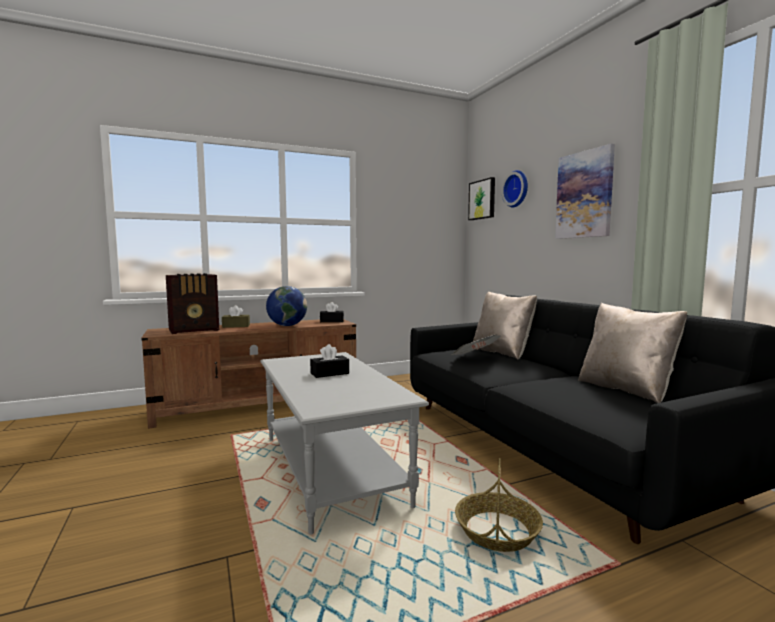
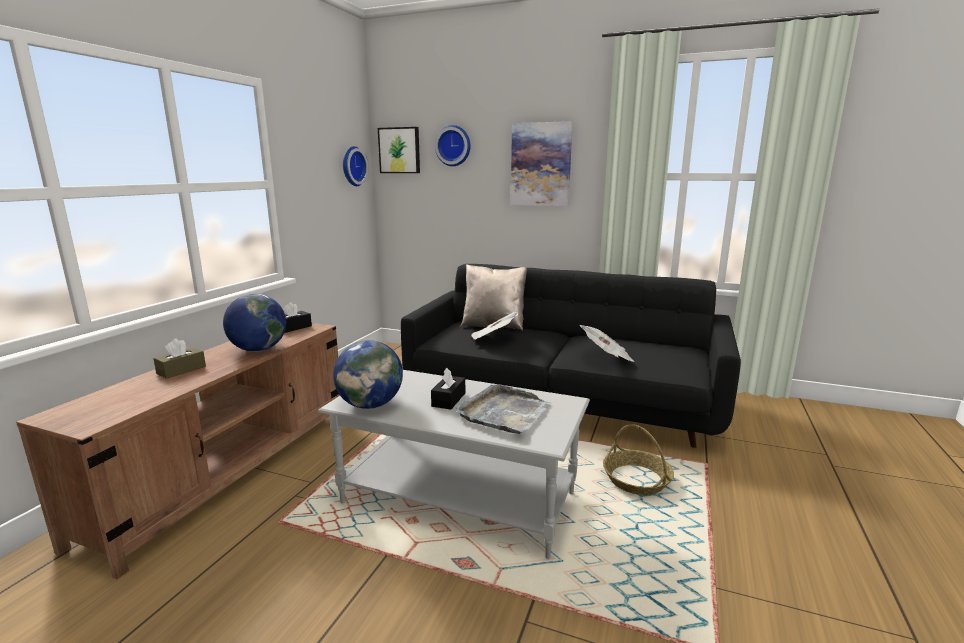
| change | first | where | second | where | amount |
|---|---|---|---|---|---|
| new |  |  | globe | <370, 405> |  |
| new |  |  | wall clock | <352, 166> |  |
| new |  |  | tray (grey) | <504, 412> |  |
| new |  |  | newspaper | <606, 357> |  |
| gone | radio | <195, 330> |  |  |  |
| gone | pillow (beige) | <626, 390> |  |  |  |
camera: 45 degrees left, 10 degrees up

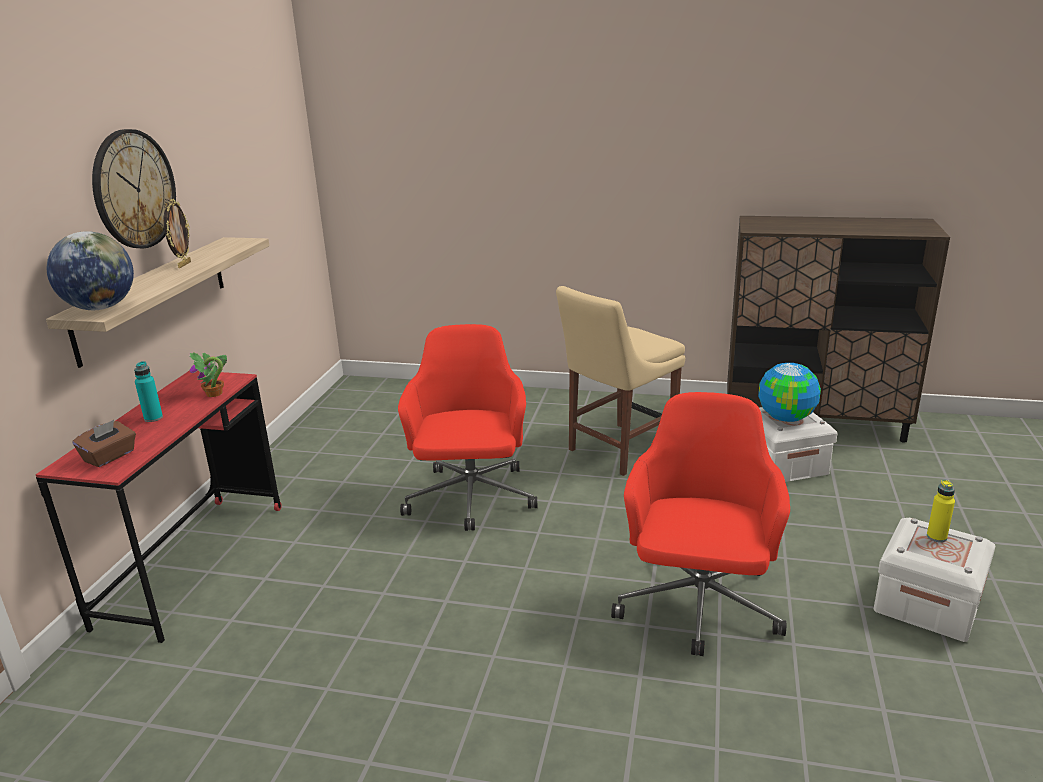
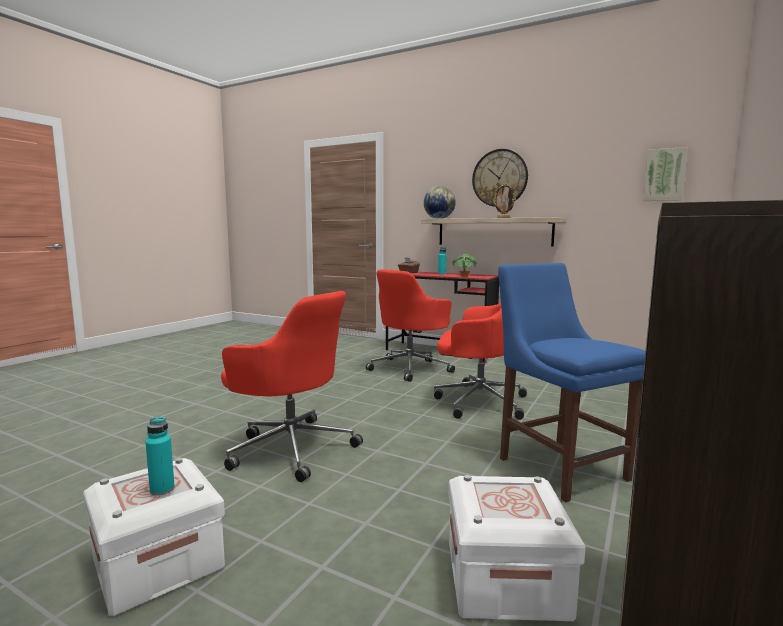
| change | first | where | second | where | amount |
|---|---|---|---|---|---|
| repainted | bottle (yellow) | <936, 537> | bottle (turquoise) | <162, 489> |  |
| new |  |  | office chair (red) | <410, 368> |  |
| repainted | chair (beige) | <617, 450> | chair (blue) | <558, 466> |  |
| new |  |  | picture | <664, 175> |  |
| gone | globe | <785, 417> |  |  |  |
camera: 105 degrees right, 15 degrees down

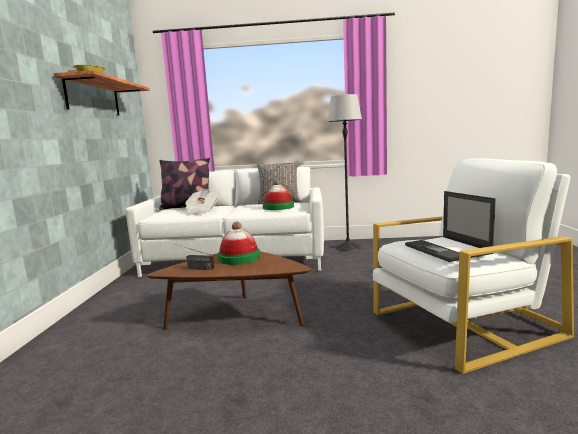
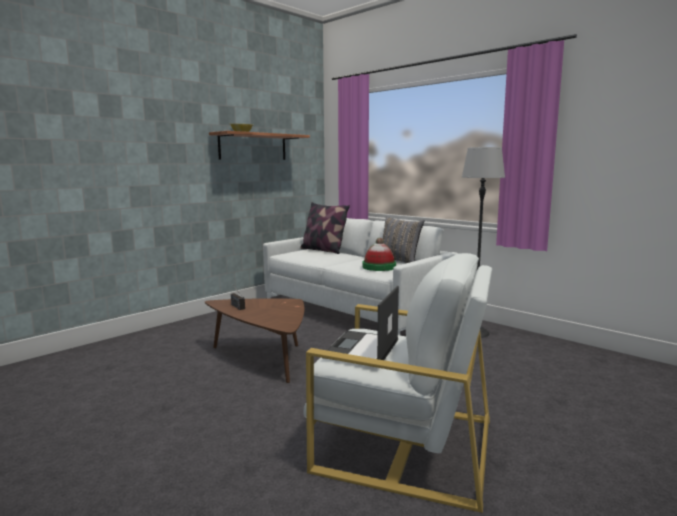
| change | first | where | second | where | amount |
|---|---|---|---|---|---|
| gone | newspaper | <201, 211> |  |  |  |
| gone | hat | <239, 258> |  |  |  |
camera: 40 degrees right, 0 degrees up

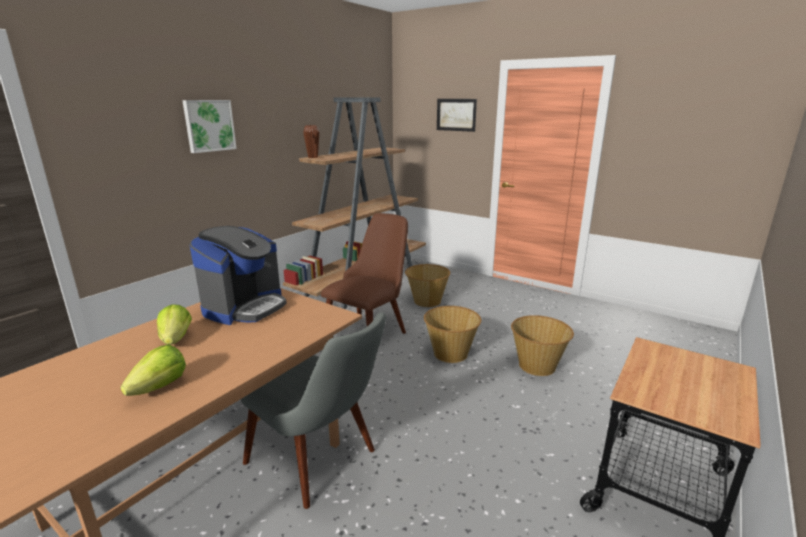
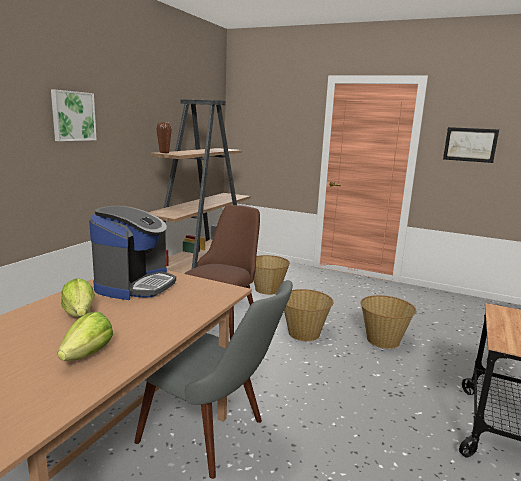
| change | first | where | second | where | amount |
|---|---|---|---|---|---|
| shifted | picture | <456, 115> |  | <470, 144> |  |
camera: 10 degrees left, 5 degrees down

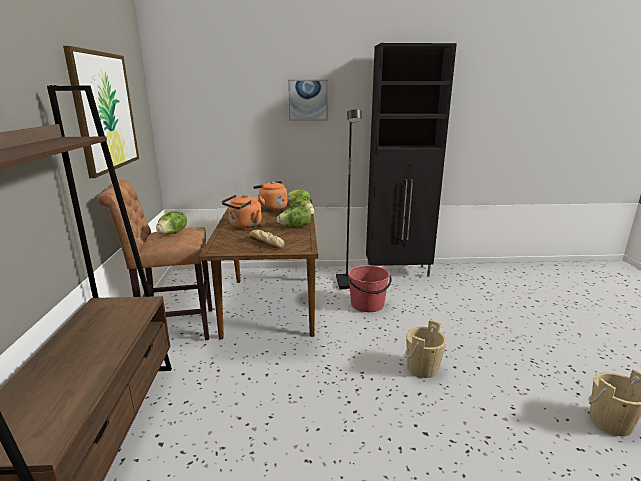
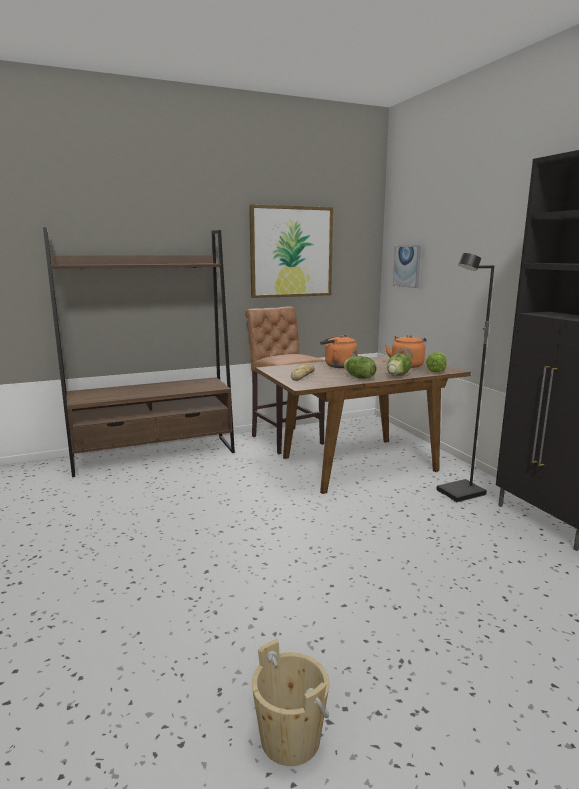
| change | first | where | second | where | amount |
|---|---|---|---|---|---|
| shifted | picture | <308, 100> |  | <407, 266> |  |
| gone | lettuce | <173, 233> |  |  |  |
| gone | bucket (red) | <367, 304> |  |  |  |
| gone | bucket (beige) | <422, 368> |  |  |  |
camera: 70 degrees right, 5 degrees down

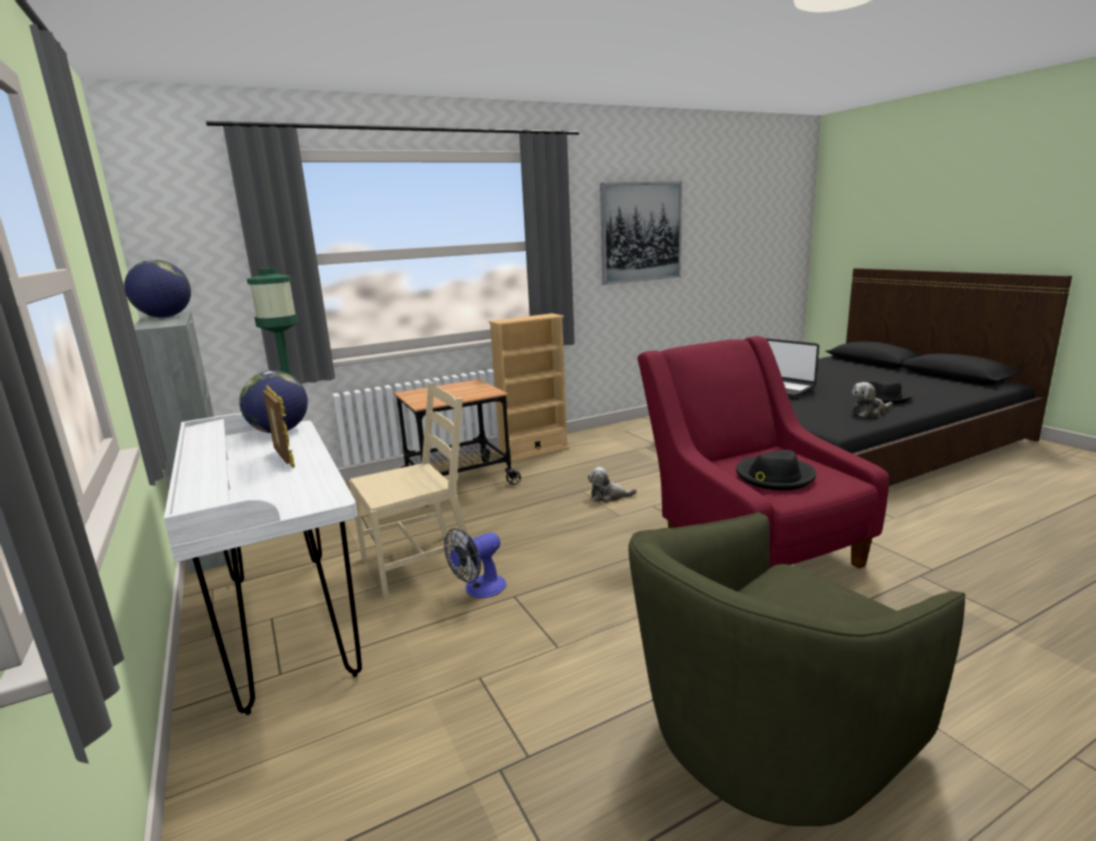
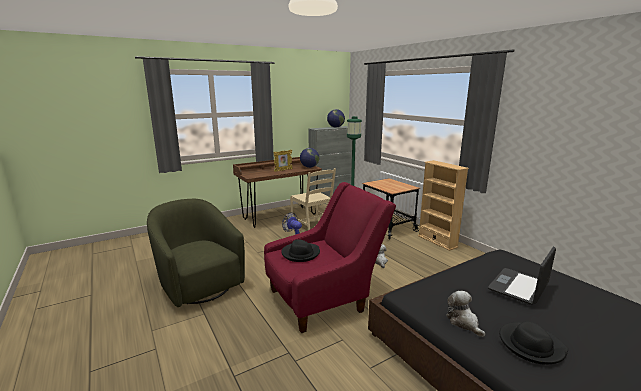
| change | first | where | second | where | amount |
|---|---|---|---|---|---|
| repainted | desk (white) | <288, 625> | desk (brown) | <280, 216> |  |
| gone | picture | <641, 232> |  |  |  |
camera: 85 degrees right, 0 degrees up

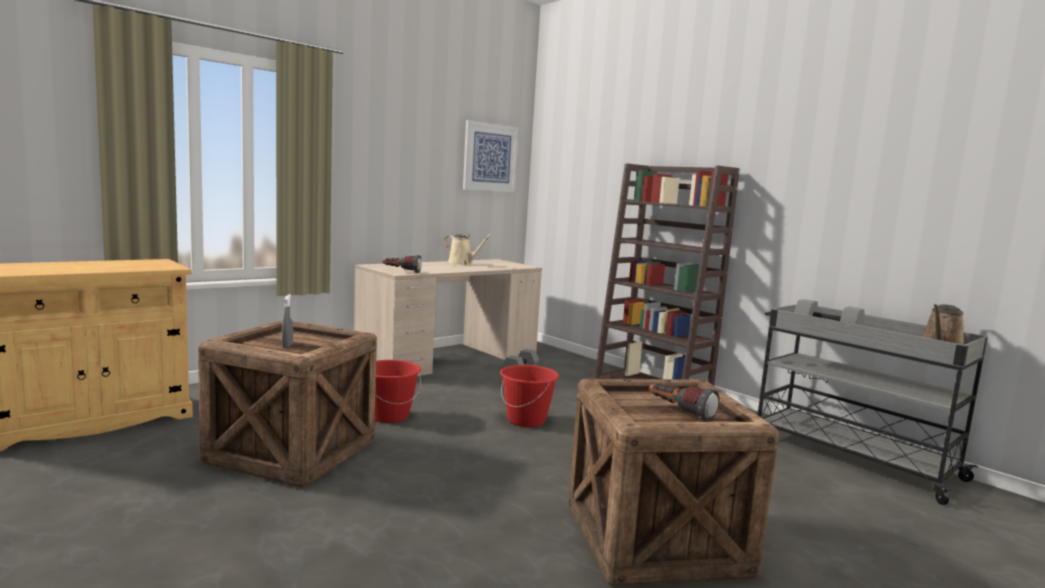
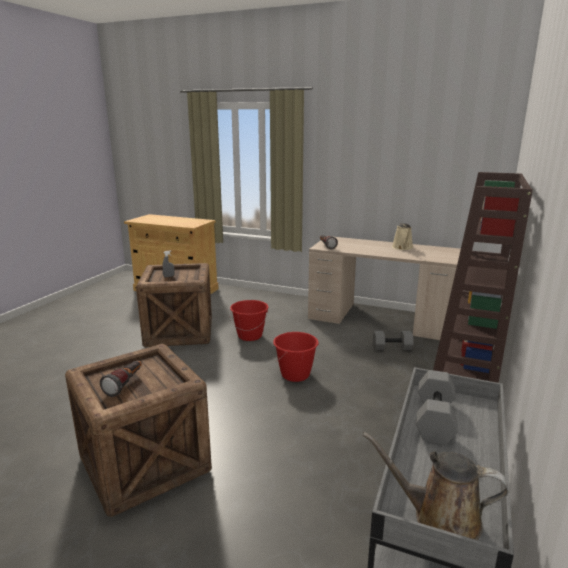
| change | first | where | second | where | amount |
|---|---|---|---|---|---|
| gone | picture | <490, 157> |  |  |  |
camera: 65 degrees right, 10 degrees up

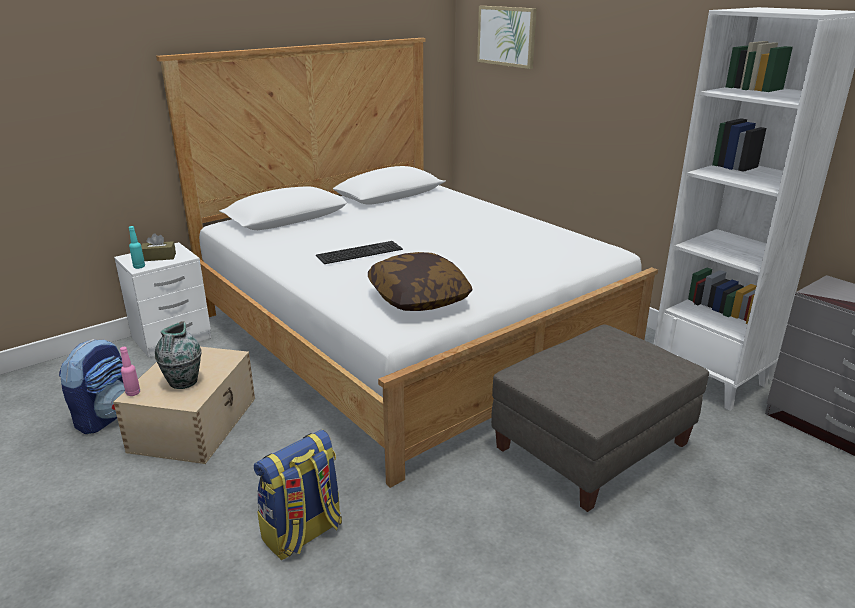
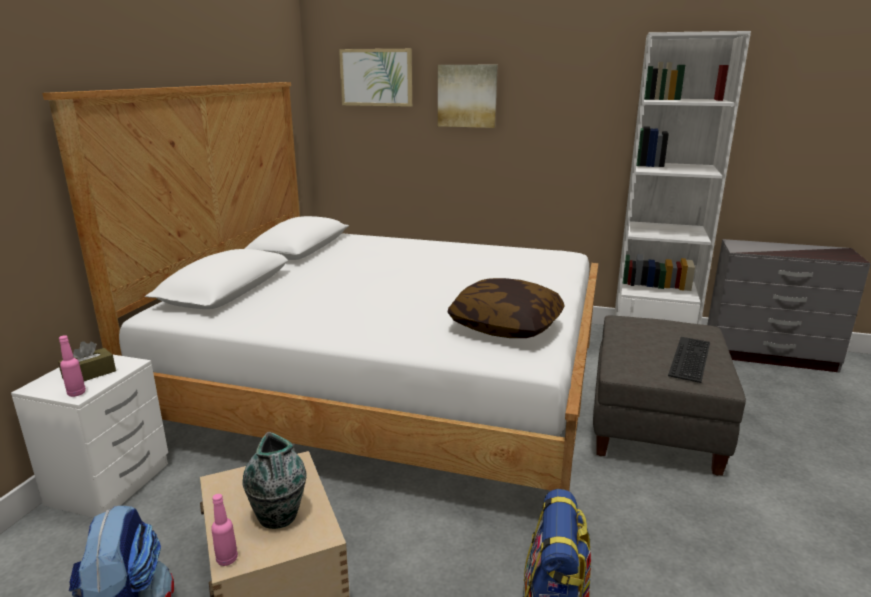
| change | first | where | second | where | amount |
|---|---|---|---|---|---|
| repainted | bottle (turquoise) | <139, 267> | bottle (pink) | <76, 393> |  |
| new |  |  | picture | <467, 96> |  |
| shifted | keyboard | <360, 251> |  | <688, 357> |  |
camera: 35 degrees left, 5 degrees down

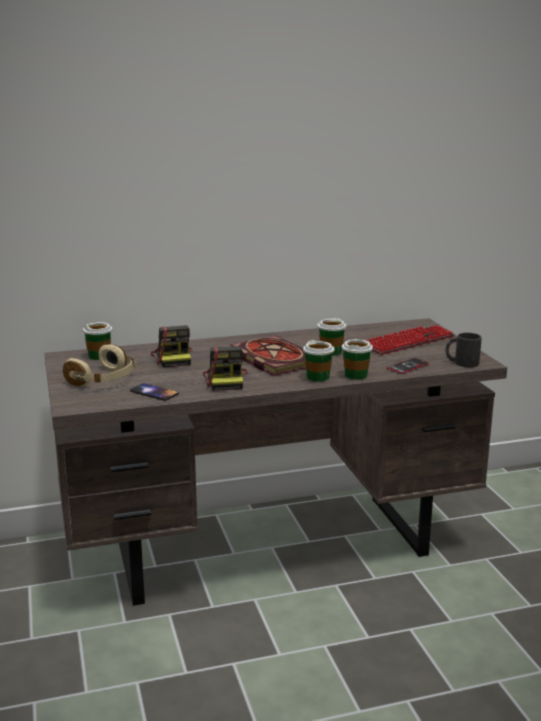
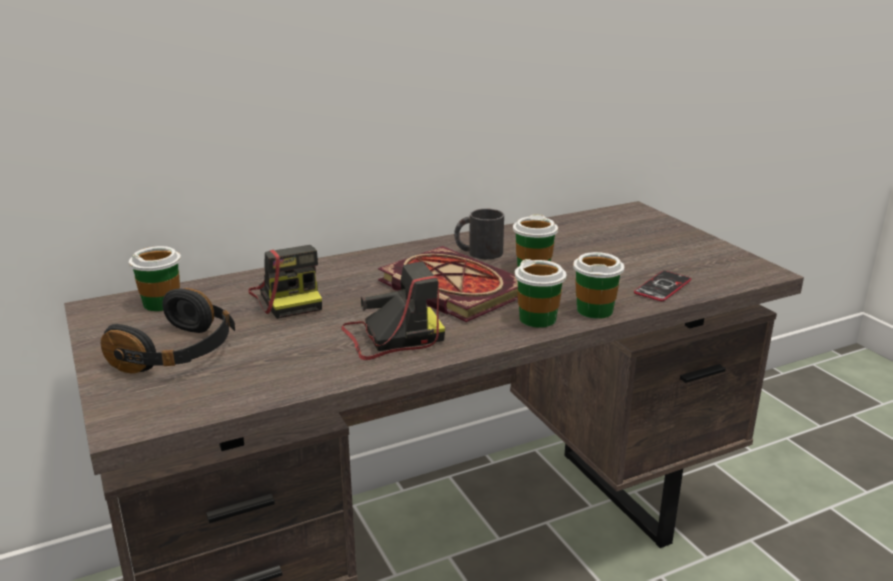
| change | first | where | second | where | amount |
|---|---|---|---|---|---|
| repainted | headphones (beige) | <104, 379> | headphones (black) | <179, 353> |  |
| rotated | photo camera | <226, 380> |  | <391, 337> | 90 degrees counterclockwise |
| shifted | mug (black) | <461, 363> |  | <478, 253> |  |
| gone | phone | <154, 392> |  |  |  |
| gone | keyboard | <408, 342> |  |  |  |
camera: 10 degrees left, 5 degrees up

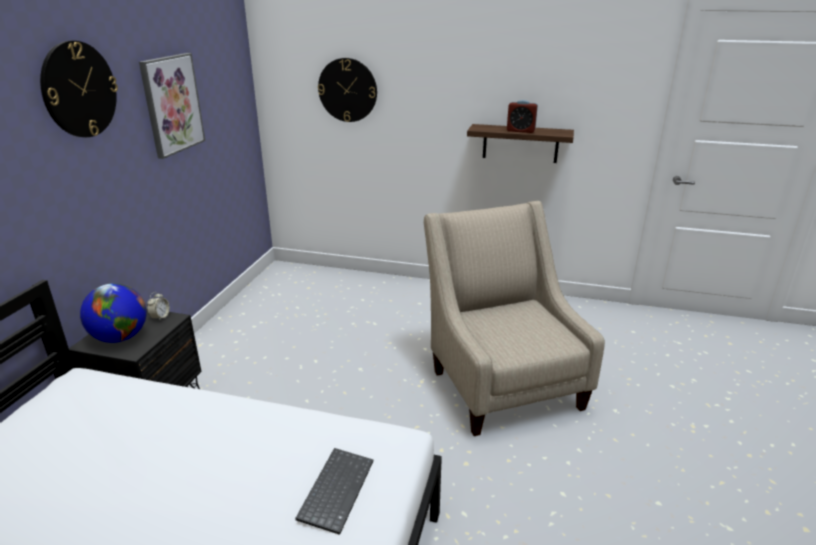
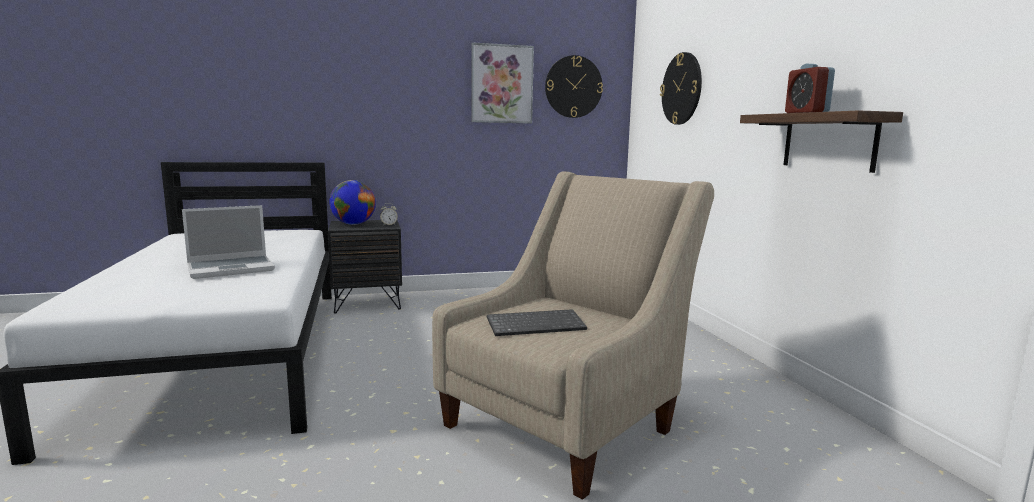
| change | first | where | second | where | amount |
|---|---|---|---|---|---|
| new |  |  | laptop | <232, 268> |  |
| shifted | keyboard | <335, 489> |  | <536, 324> |  |
| shifted | wall clock | <79, 90> |  | <573, 87> |  |
camera: 60 degrees right, 15 degrees down

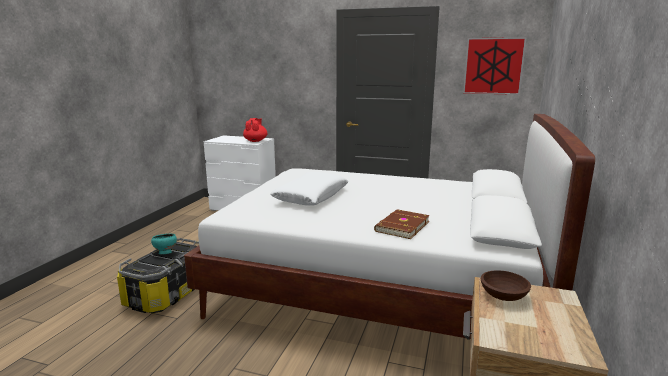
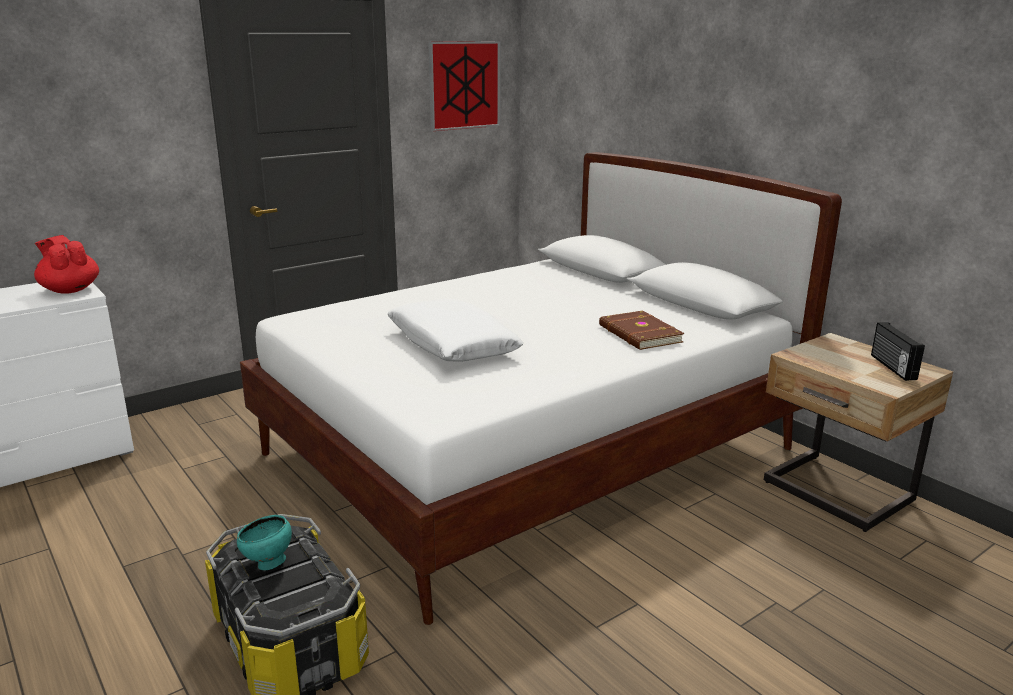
| change | first | where | second | where | amount |
|---|---|---|---|---|---|
| new |  |  | radio | <892, 367> |  |
| gone | bowl (brown) | <504, 296> |  |  |  |
camera: 55 degrees left, 5 degrees up

